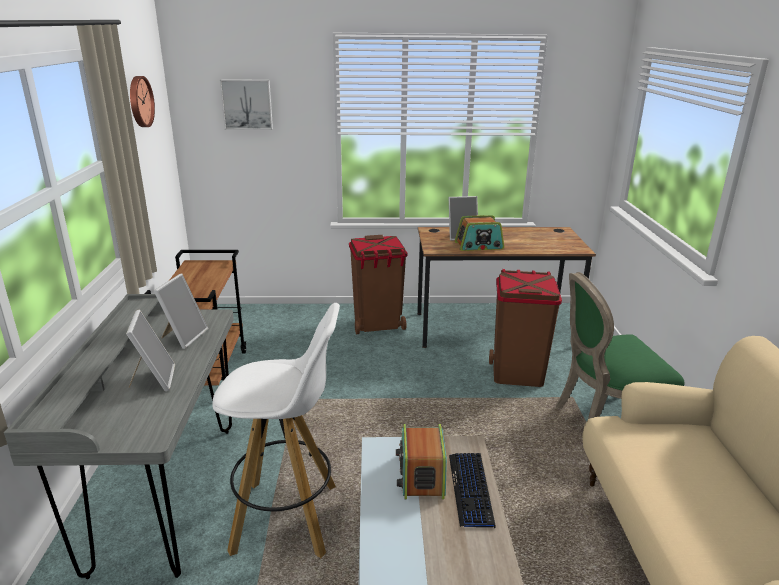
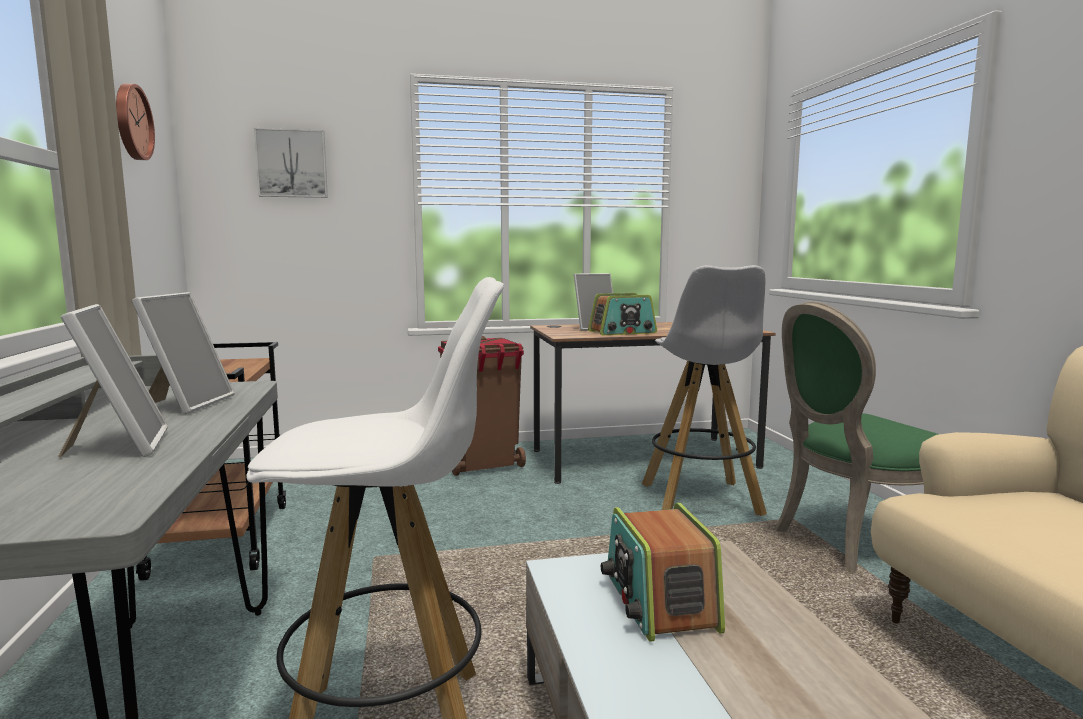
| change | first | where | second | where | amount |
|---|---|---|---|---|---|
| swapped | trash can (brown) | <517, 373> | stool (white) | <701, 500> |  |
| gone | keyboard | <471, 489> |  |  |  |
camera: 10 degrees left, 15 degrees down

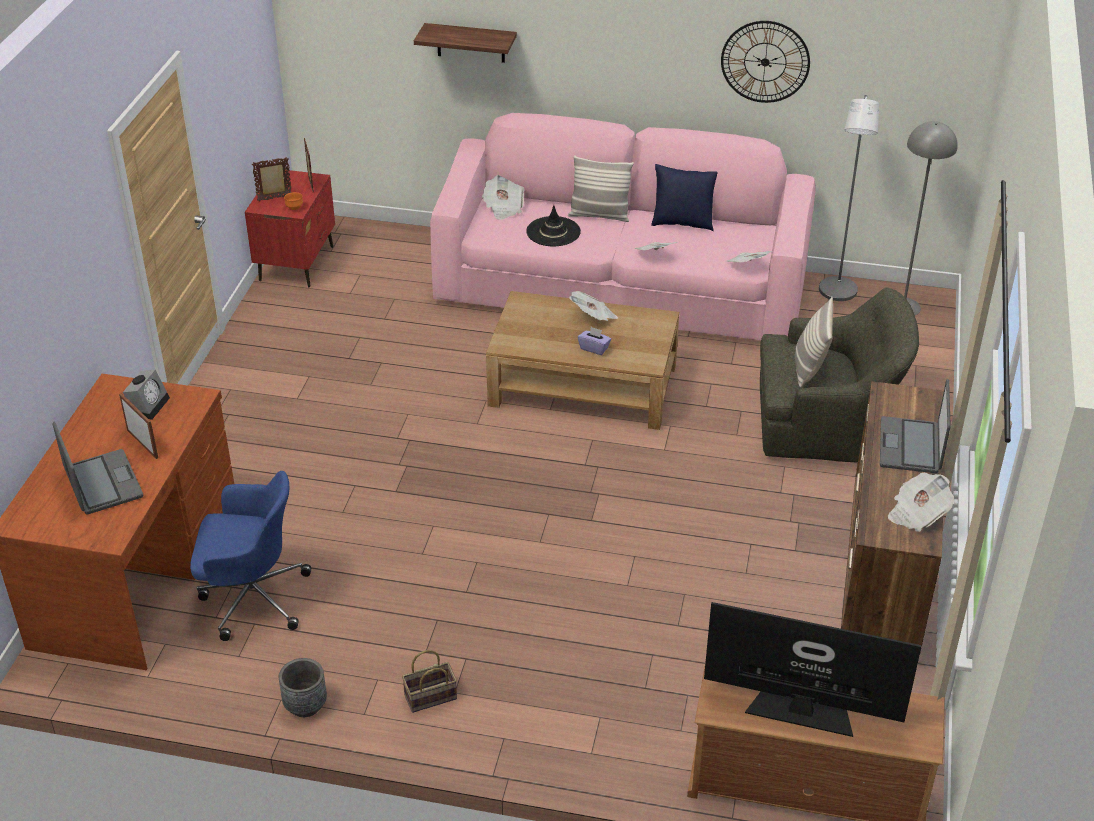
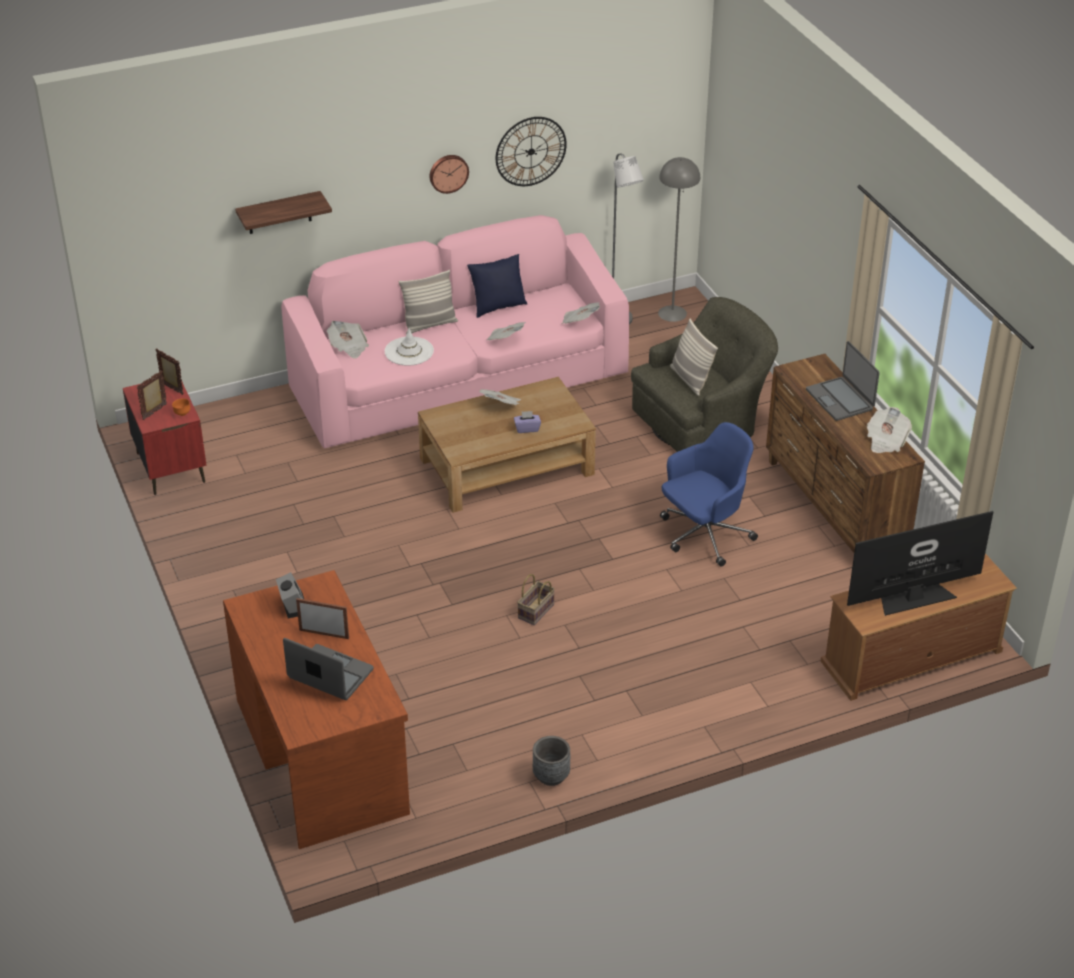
| change | first | where | second | where | amount |
|---|---|---|---|---|---|
| repainted | hat (black) | <553, 232> | hat (white) | <409, 351> |  |
| new |  |  | wall clock | <448, 173> |  |
| shifted | basket | <429, 698> |  | <536, 612> |  |
| shifted | office chair (blue) | <252, 597> |  | <704, 535> |  |
camera: 35 degrees left, 0 degrees up

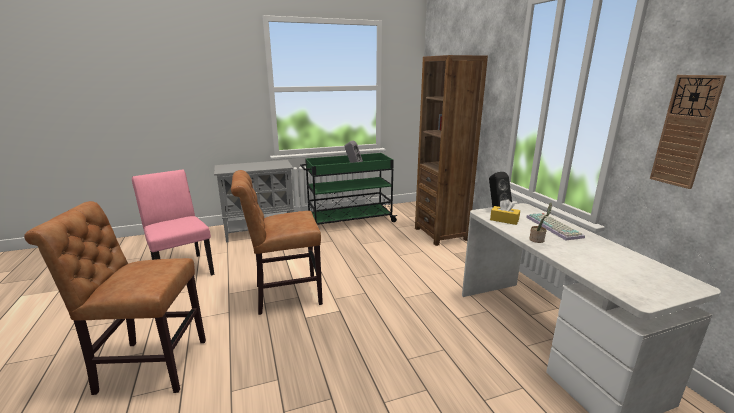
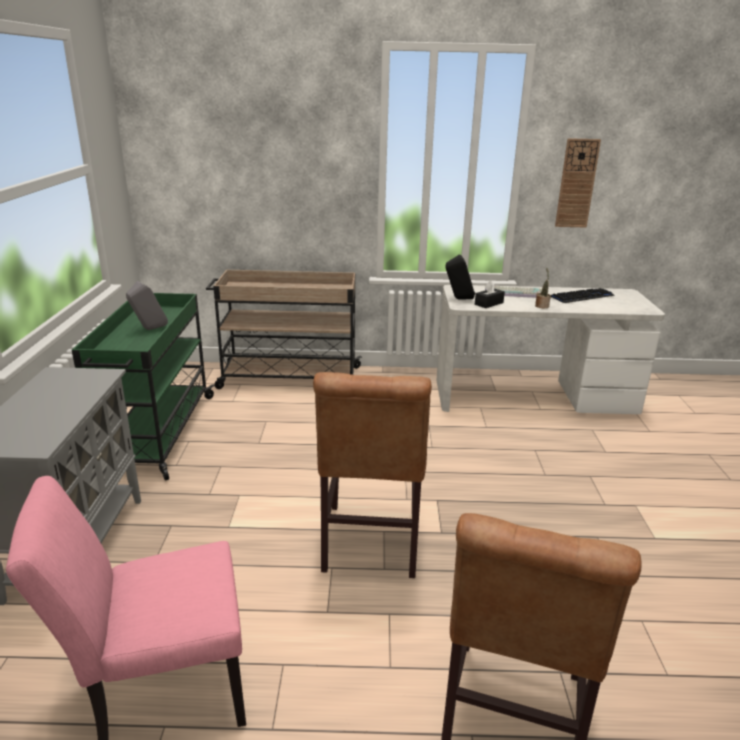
| change | first | where | second | where | amount |
|---|---|---|---|---|---|
| swapped | bookcase (brown) | <441, 234> | cart (beige) | <288, 378> |  |
| repainted | tissue box (yellow) | <504, 220> | tissue box (black) | <489, 303> |  |
| new |  |  | keyboard | <582, 297> |  |
camera: 70 degrees left, 5 degrees up

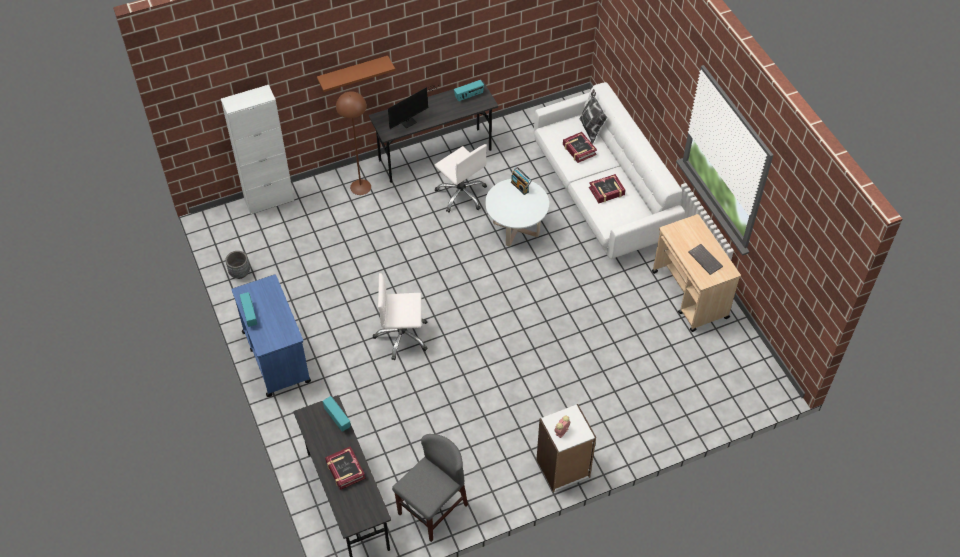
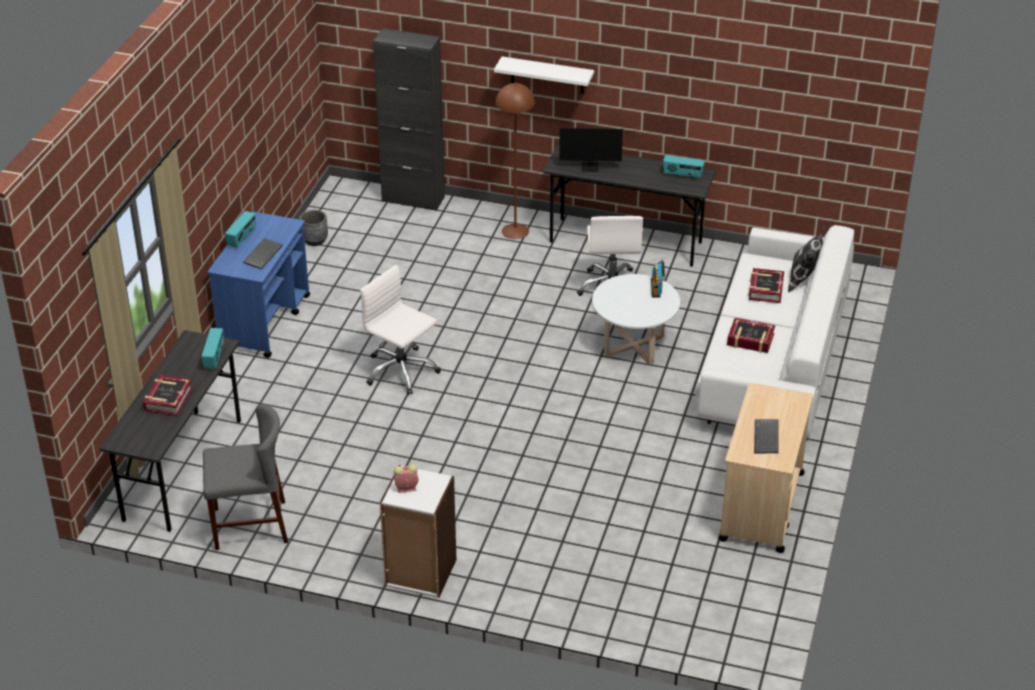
| change | first | where | second | where | amount |
|---|---|---|---|---|---|
| new |  |  | keyboard | <262, 254> |  |
| repainted | cabinet (white) | <269, 200> | cabinet (black) | <413, 199> |  |
| repainted | shelf (brown) | <353, 73> | shelf (white) | <547, 75> |  |
camera: 40 degrees right, 15 degrees down

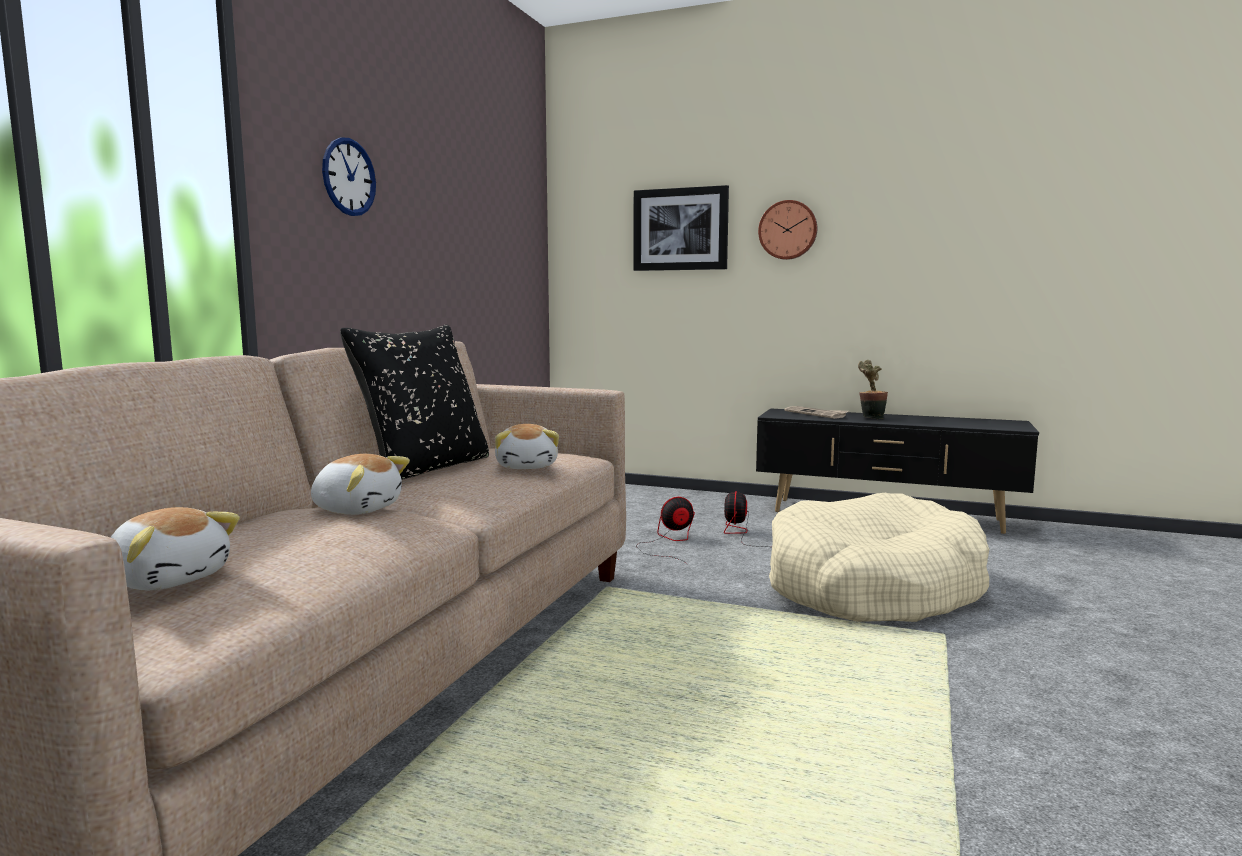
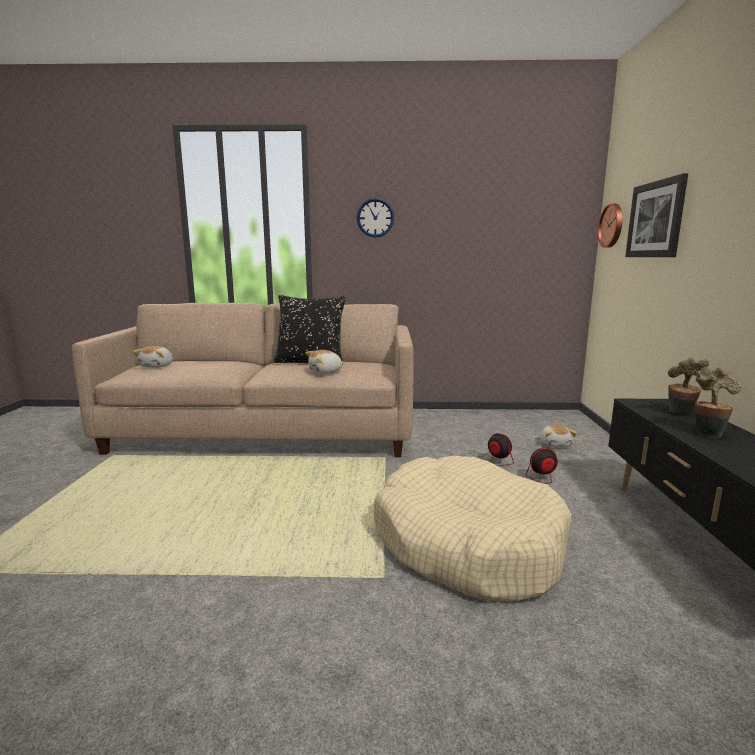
| change | first | where | second | where | amount |
|---|---|---|---|---|---|
| shifted | plush toy | <358, 509> |  | <556, 444> |  |
| shifted | wall clock | <788, 230> |  | <612, 225> |  |
| swapped | newspaper | <816, 414> | potted plant | <681, 413> |  |
camera: 70 degrees right, 5 degrees up

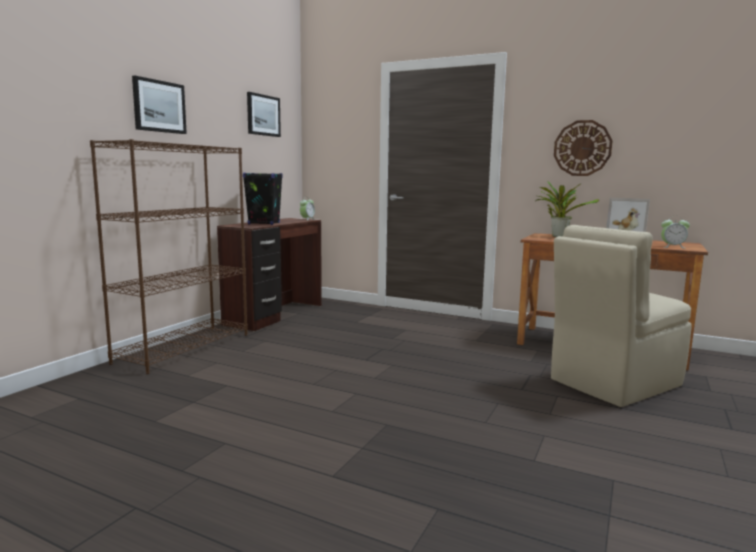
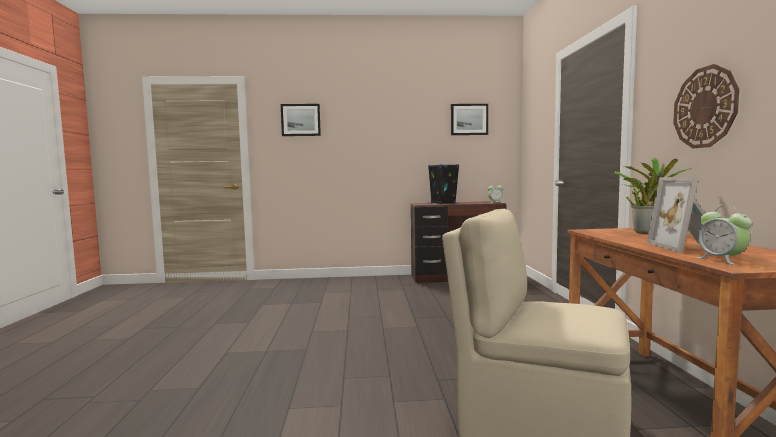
| change | first | where | second | where | amount |
|---|---|---|---|---|---|
| shifted | picture | <159, 106> |  | <300, 120> |  |
| gone | bookcase (brown) | <184, 348> |  |  |  |
camera: 60 degrees right, 5 degrees down

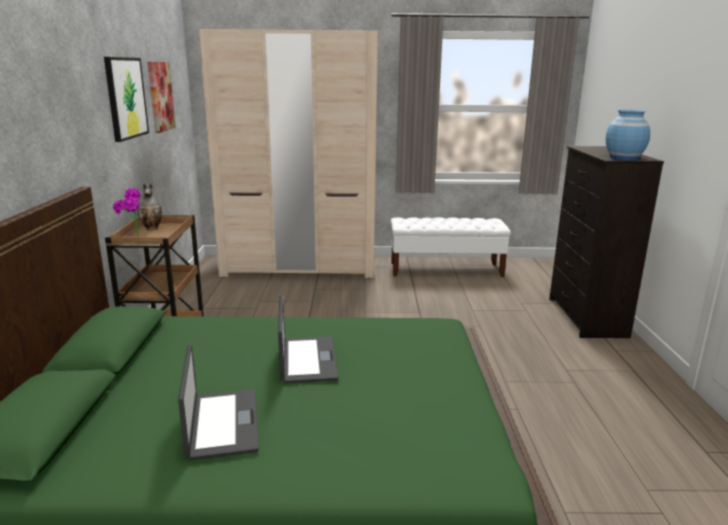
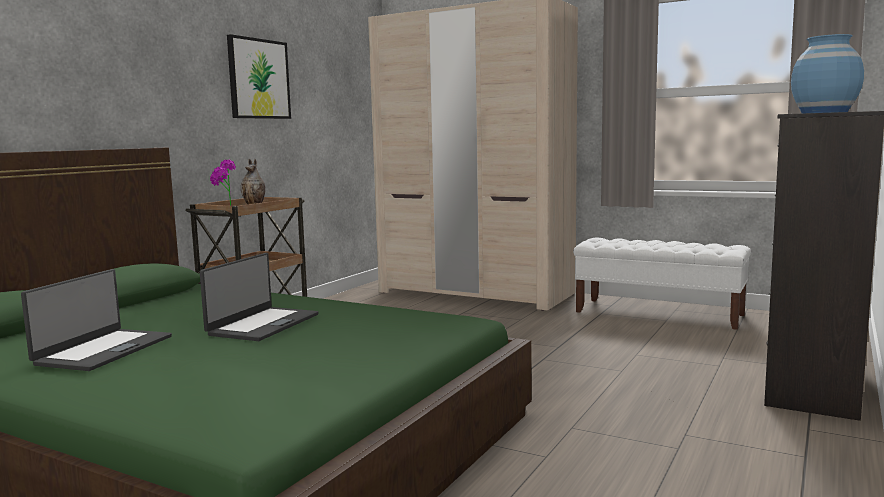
| change | first | where | second | where | amount |
|---|---|---|---|---|---|
| gone | picture | <160, 96> |  |  |  |
camera: 30 degrees right, 10 degrees down

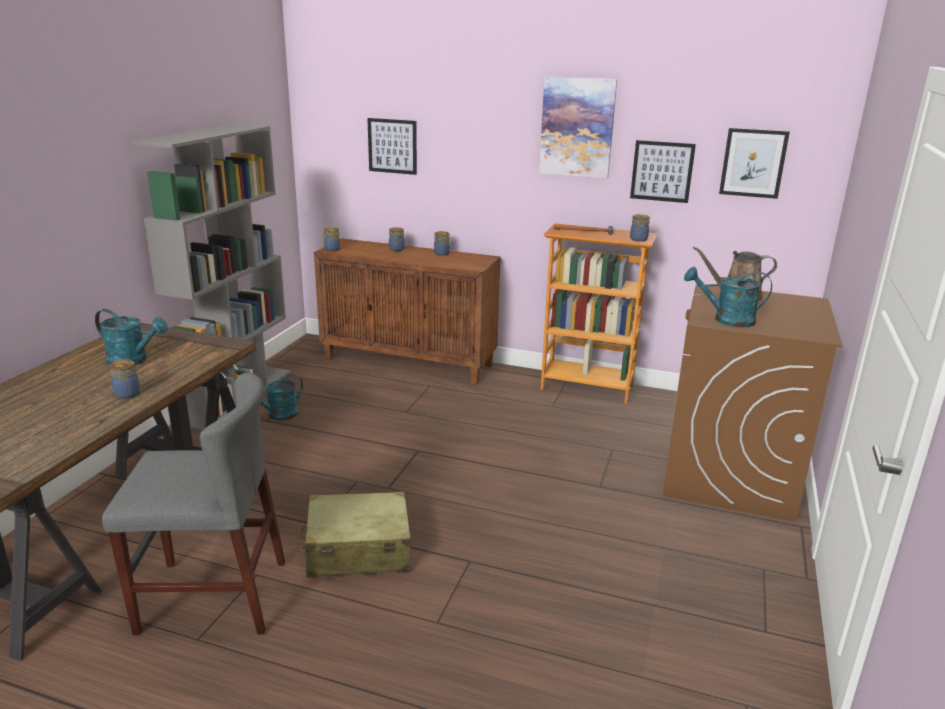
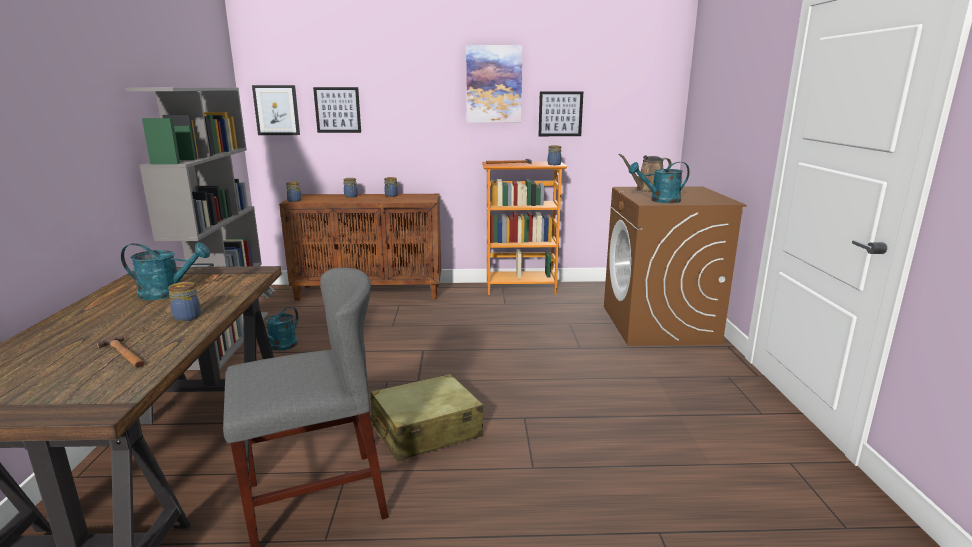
| change | first | where | second | where | amount |
|---|---|---|---|---|---|
| new |  |  | hammer | <124, 355> |  |
| shifted | picture | <753, 163> |  | <276, 110> |  |
camera: 20 degrees left, 5 degrees down

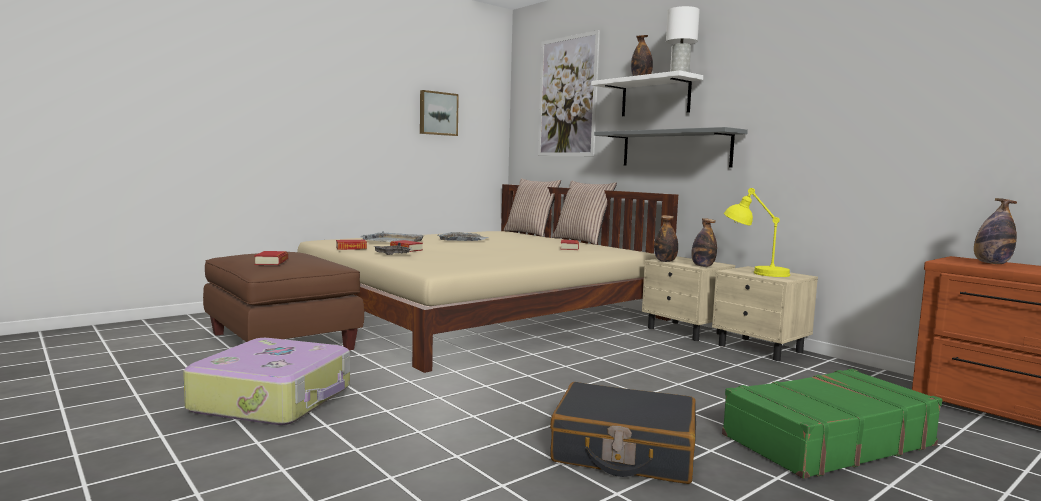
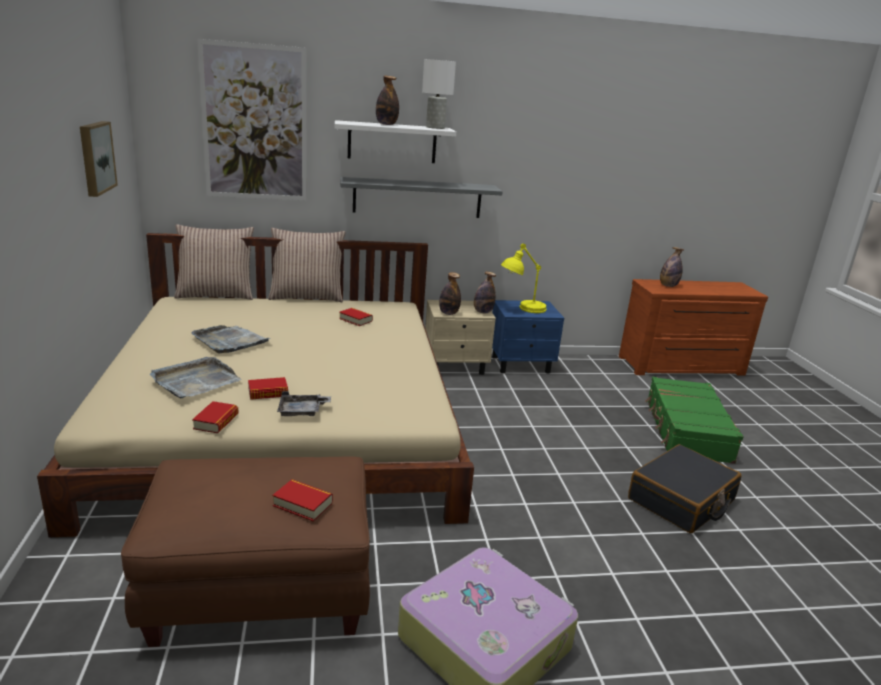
| change | first | where | second | where | amount |
|---|---|---|---|---|---|
| repainted | nightstand (beige) | <761, 349> | nightstand (blue) | <521, 364> |  |
camera: 60 degrees left, 15 degrees up

